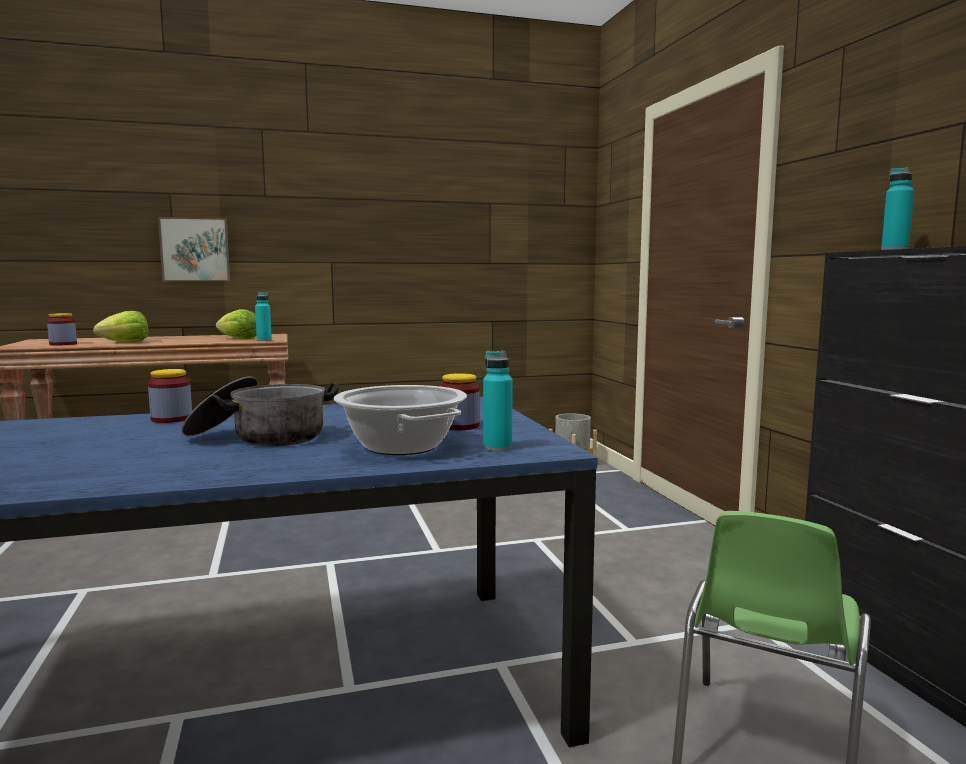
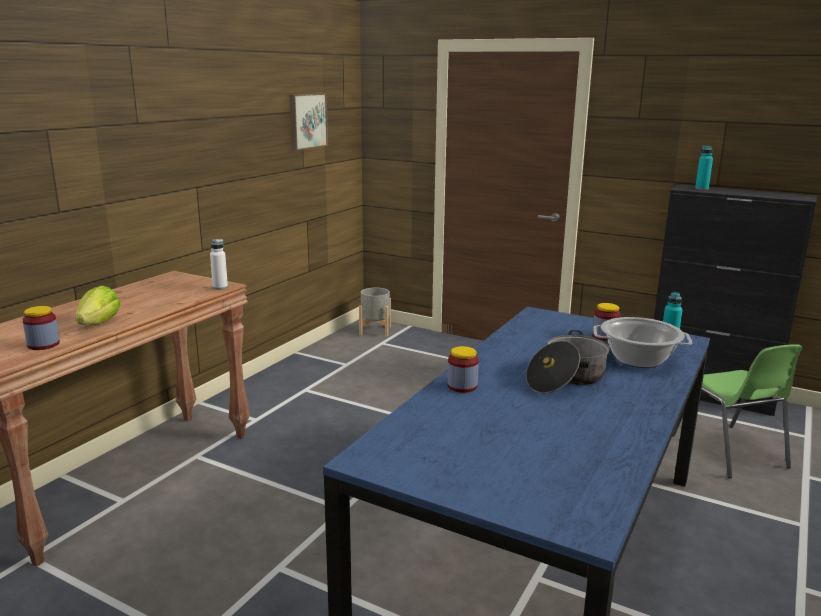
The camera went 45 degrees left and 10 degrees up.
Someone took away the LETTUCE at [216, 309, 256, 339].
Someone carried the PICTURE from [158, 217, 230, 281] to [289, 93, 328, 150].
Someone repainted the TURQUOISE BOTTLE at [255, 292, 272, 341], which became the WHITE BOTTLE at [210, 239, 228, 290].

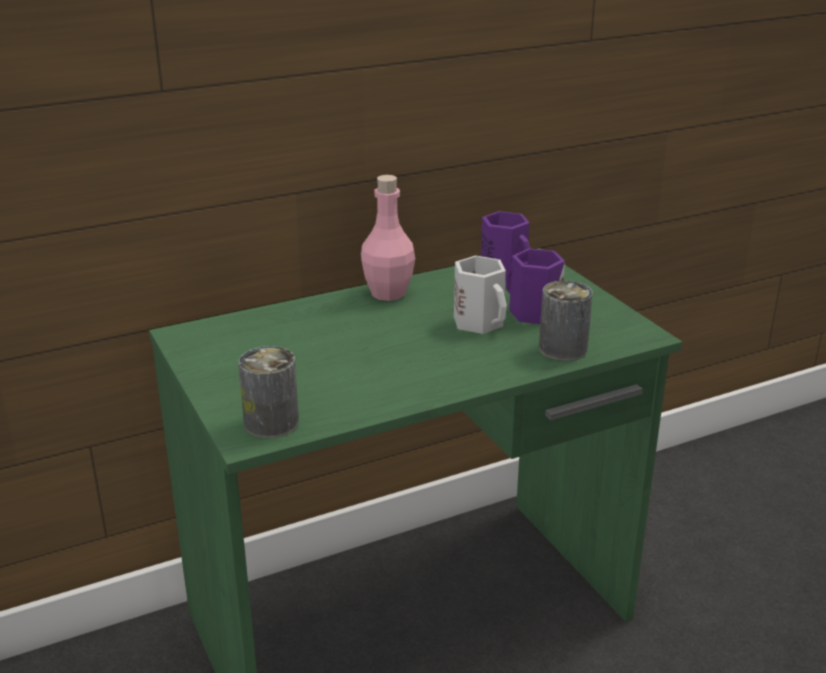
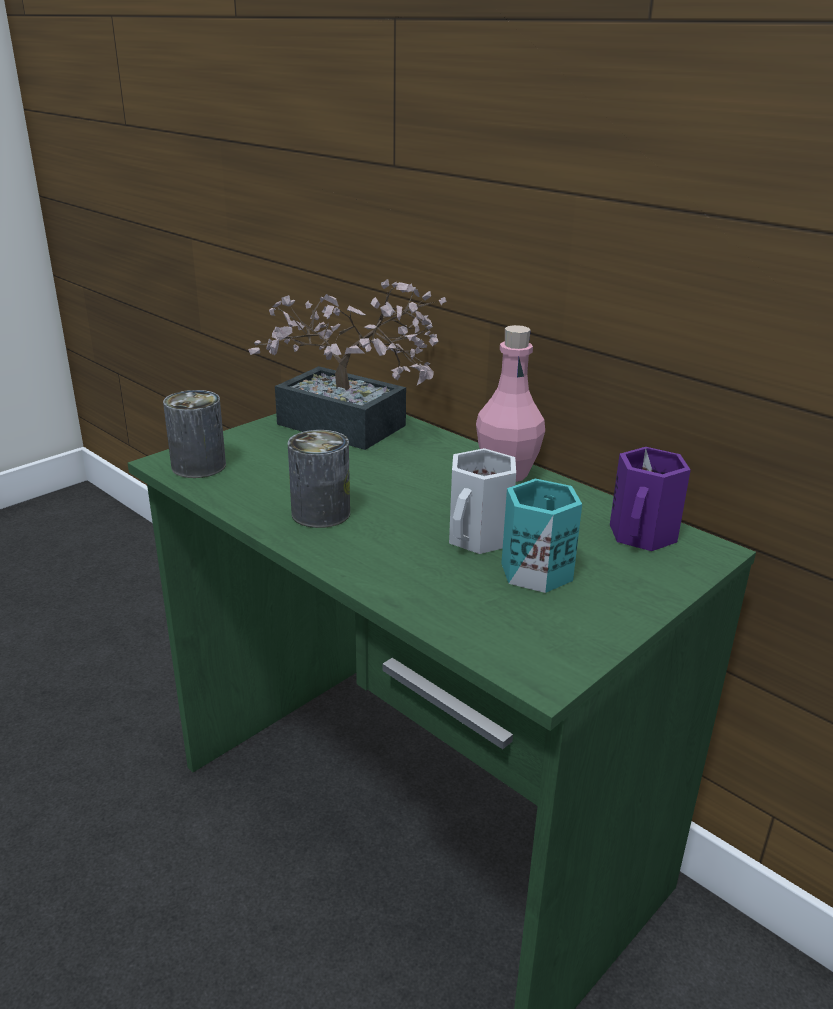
The camera went 70 degrees right and 0 degrees up.
Someone put down the POTTED PLANT at [248, 279, 447, 450].
Someone carried the CAN from [539, 281, 593, 361] to [288, 430, 350, 528].
Someone repainted the PURPLE MUG at [506, 248, 565, 324], which became the TURQUOISE MUG at [501, 479, 582, 593].

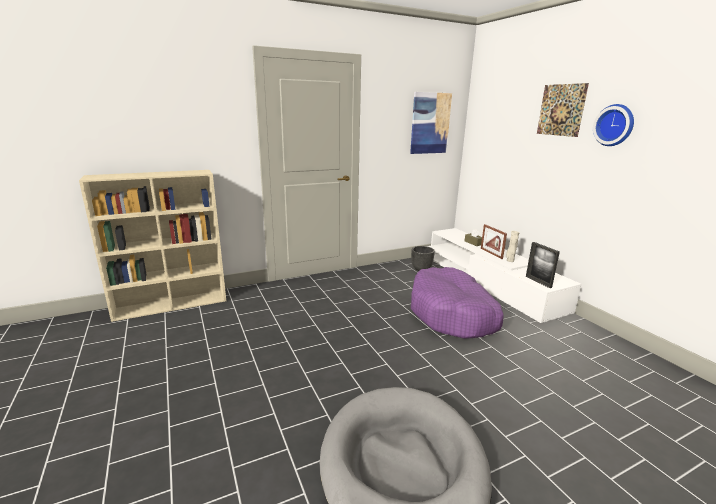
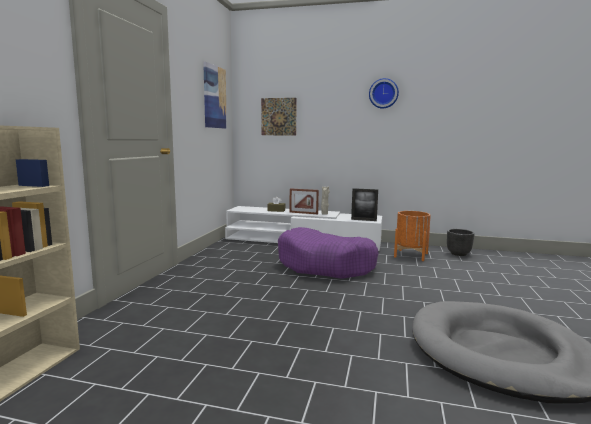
The camera went 50 degrees left and 10 degrees down.
Someone put down the ORANGE PLANTER at [394, 211, 431, 261].
Someone carried the BLACK PLANTER from [411, 246, 435, 271] to [447, 229, 474, 256].
Someone carried the PICTURE from [537, 83, 589, 137] to [261, 98, 297, 136].

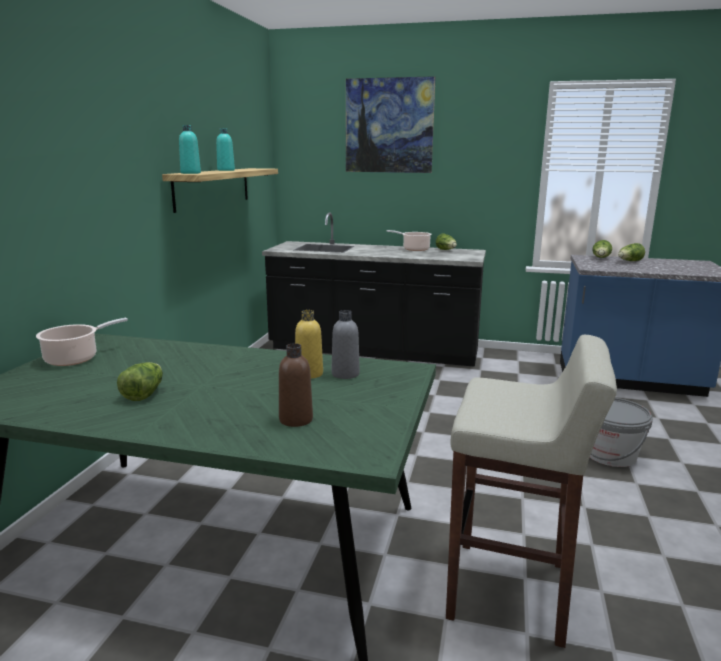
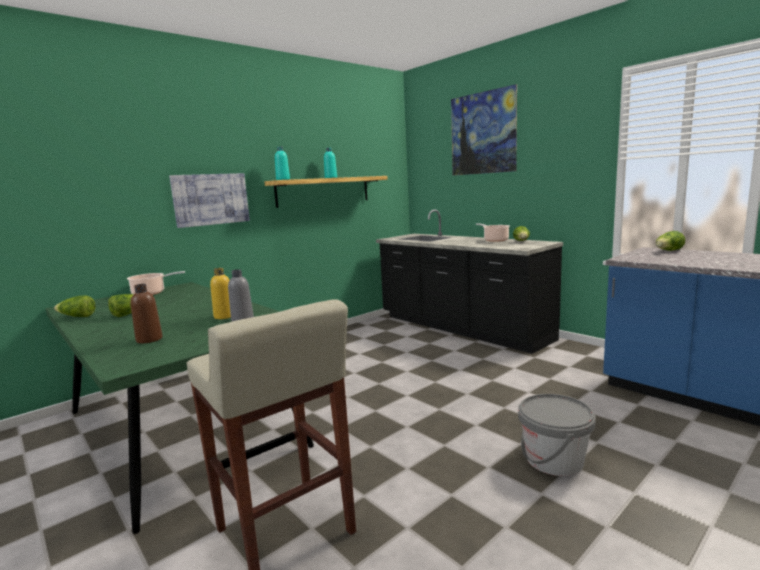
The camera went 35 degrees right and 5 degrees down.
Someone put up the PICTURE at [169, 173, 250, 228].
Someone carried the LETTUCE from [618, 243, 645, 261] to [54, 295, 96, 317].

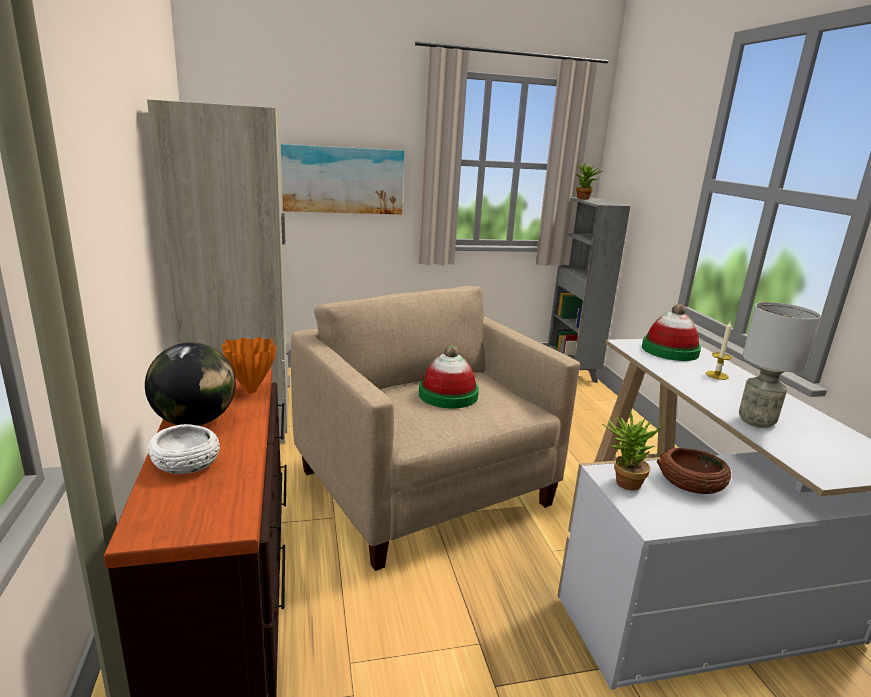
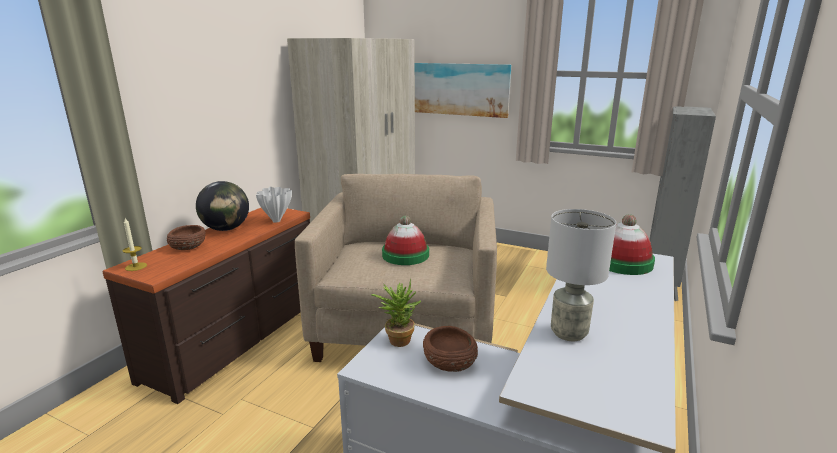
The camera went 40 degrees right and 0 degrees up.
Someone took away the POTTED PLANT at [575, 163, 603, 199].
Someone carried the CANDLE from [705, 320, 732, 380] to [123, 218, 147, 271].
Someone repainted the WHITE BOWL at [148, 424, 220, 474], which became the BROWN BOWL at [167, 225, 205, 250].
Someone repainted the ORANGE VASE at [221, 337, 277, 394], which became the WHITE VASE at [256, 187, 292, 223].

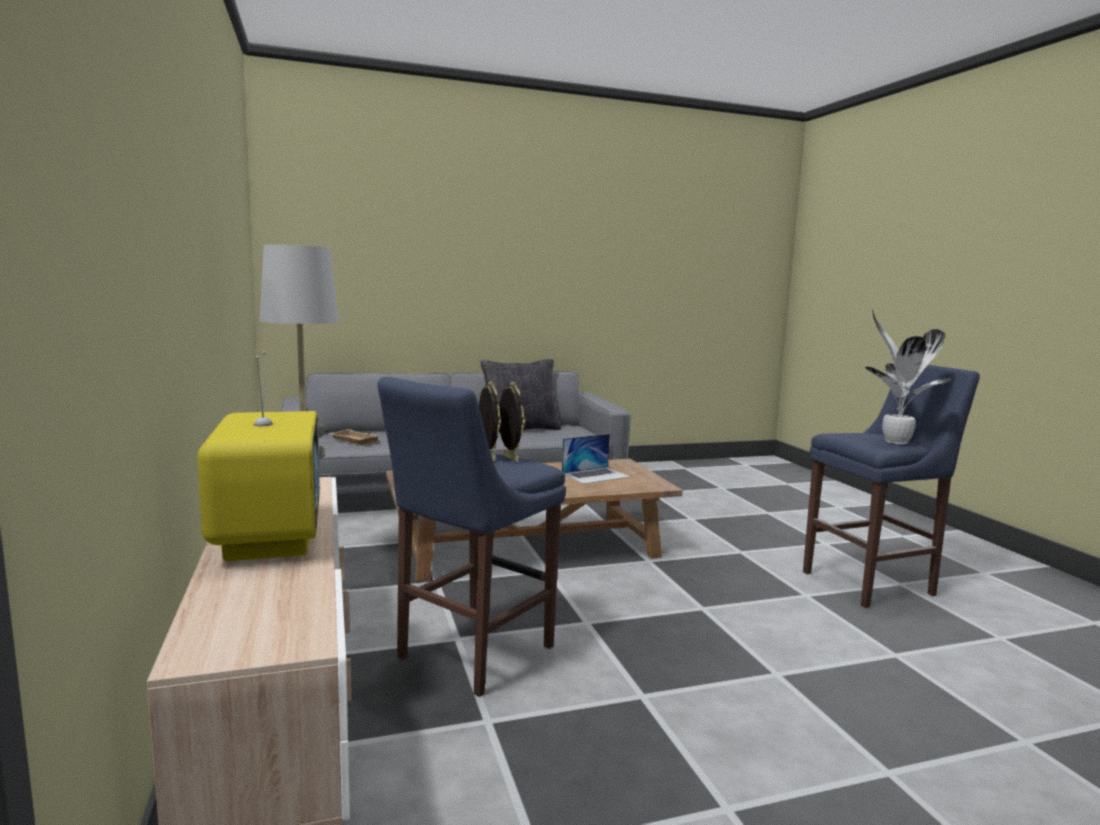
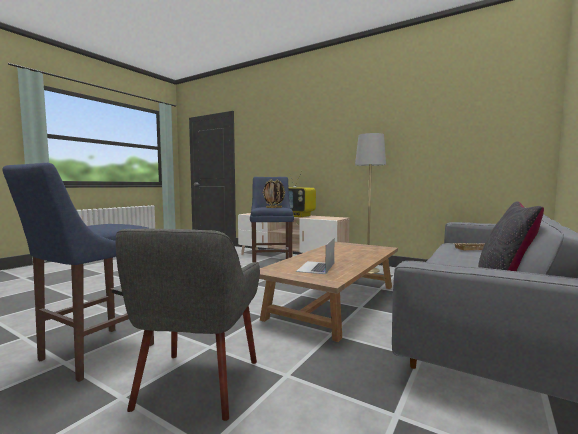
The camera went 140 degrees right and 5 degrees down.
Someone took away the POTTED PLANT at [865, 310, 951, 444].
Someone put down the GREY ARMCHAIR at [116, 229, 260, 421].

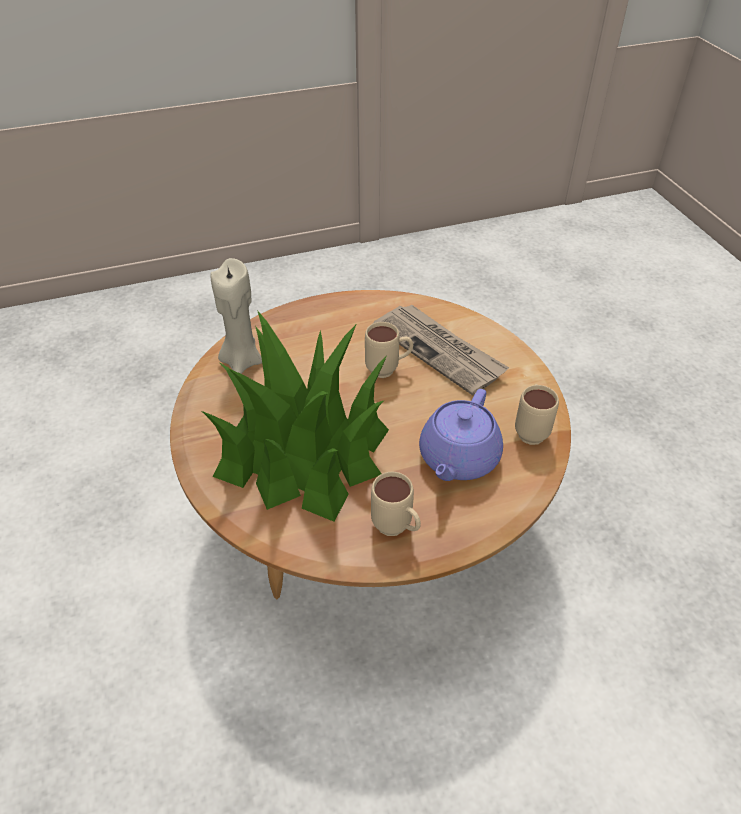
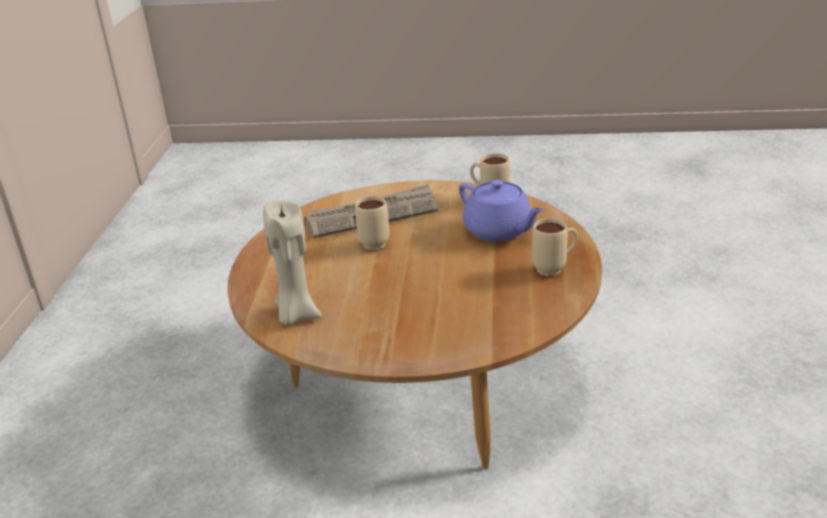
The camera went 65 degrees left and 15 degrees down.
Someone took away the POTTED PLANT at [202, 310, 389, 522].

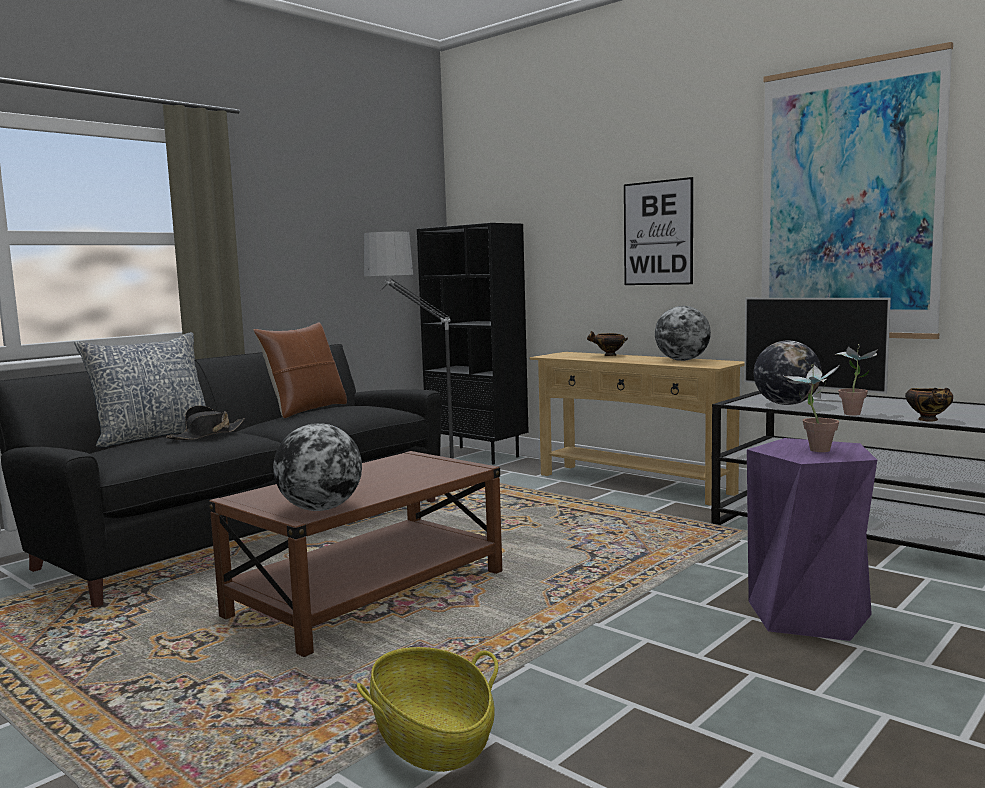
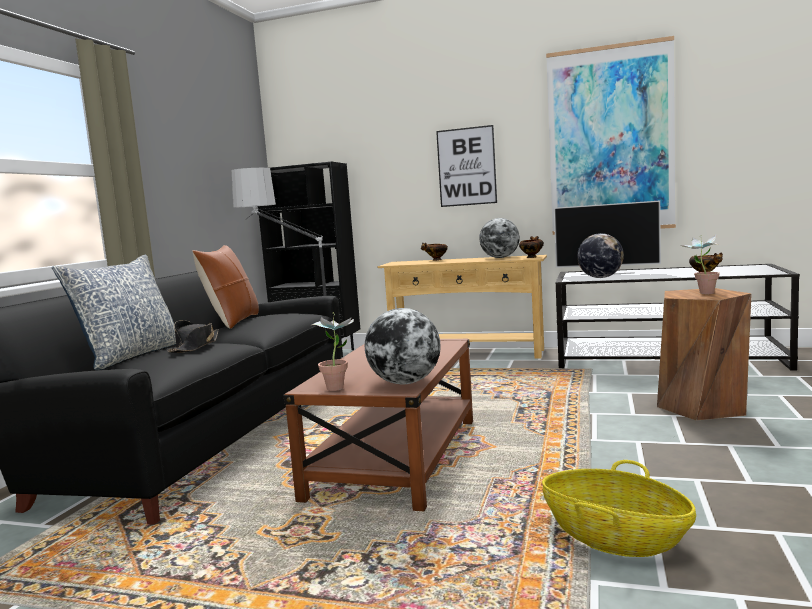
The camera went 25 degrees left and 0 degrees up.
Someone put down the BOWL at [519, 236, 544, 258].
Someone carried the POTTED PLANT from [835, 344, 878, 416] to [312, 312, 354, 391].
Someone repainted the PURPLE STOOL at [747, 438, 877, 641], which became the BROWN STOOL at [657, 288, 752, 421].

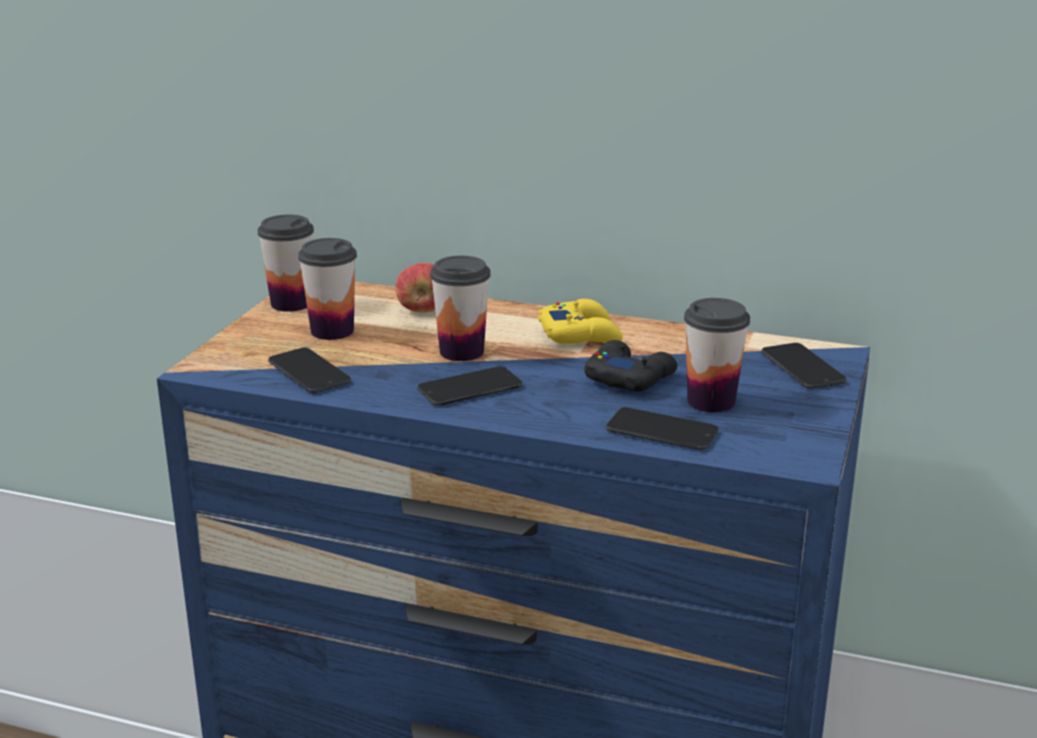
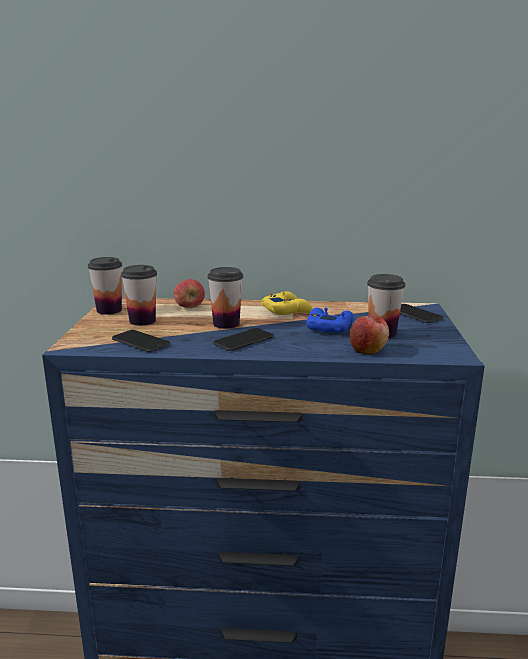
The camera went 15 degrees left and 5 degrees down.
Someone swapped the PHONE at [606, 407, 719, 450] for the APPLE at [350, 316, 389, 354].
Someone repainted the BLACK GAME CONTROLLER at [584, 340, 677, 392], which became the BLUE GAME CONTROLLER at [306, 308, 354, 333].

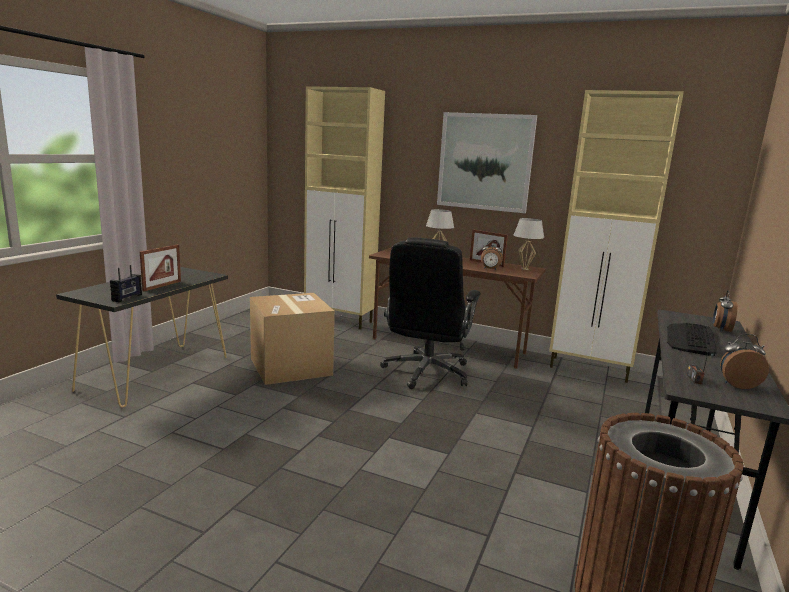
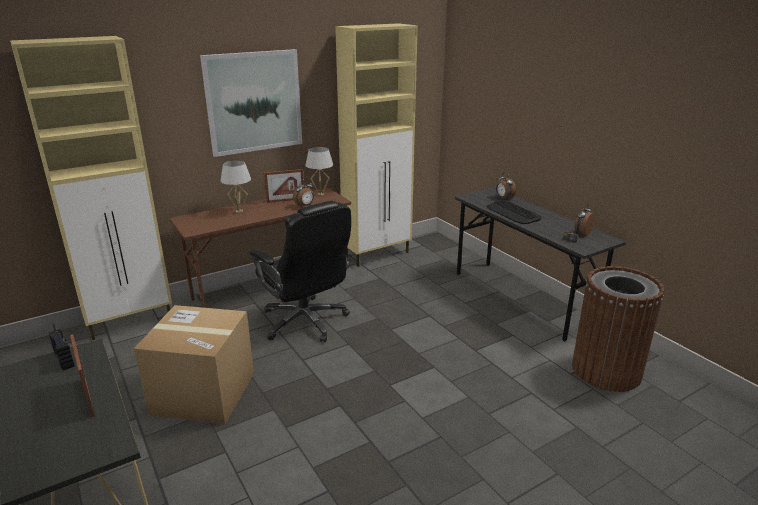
The camera went 55 degrees left and 10 degrees up.
Someone carried the RADIO from [110, 265, 142, 302] to [49, 323, 75, 370].

